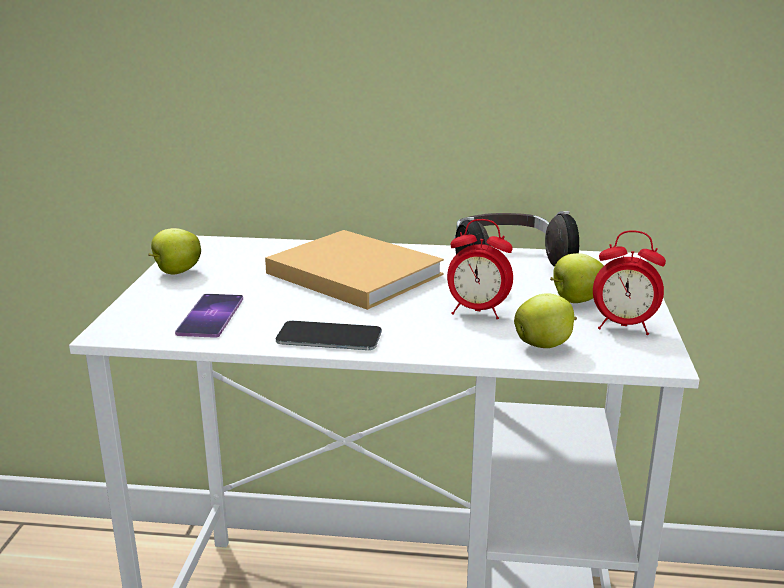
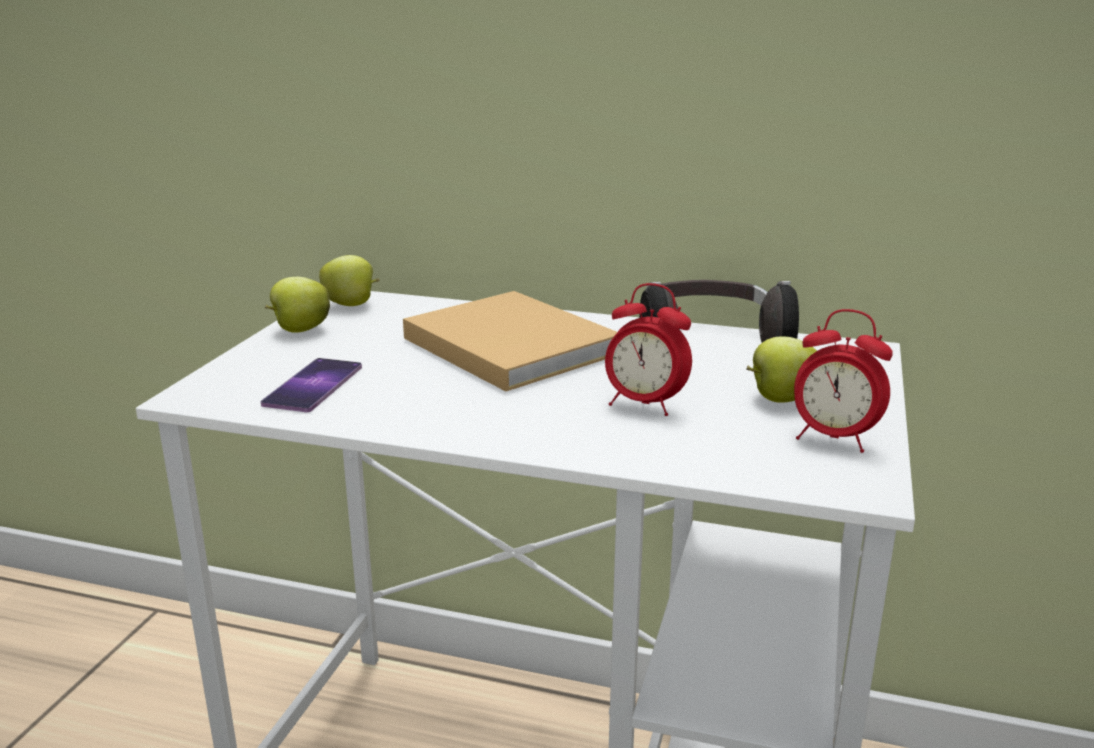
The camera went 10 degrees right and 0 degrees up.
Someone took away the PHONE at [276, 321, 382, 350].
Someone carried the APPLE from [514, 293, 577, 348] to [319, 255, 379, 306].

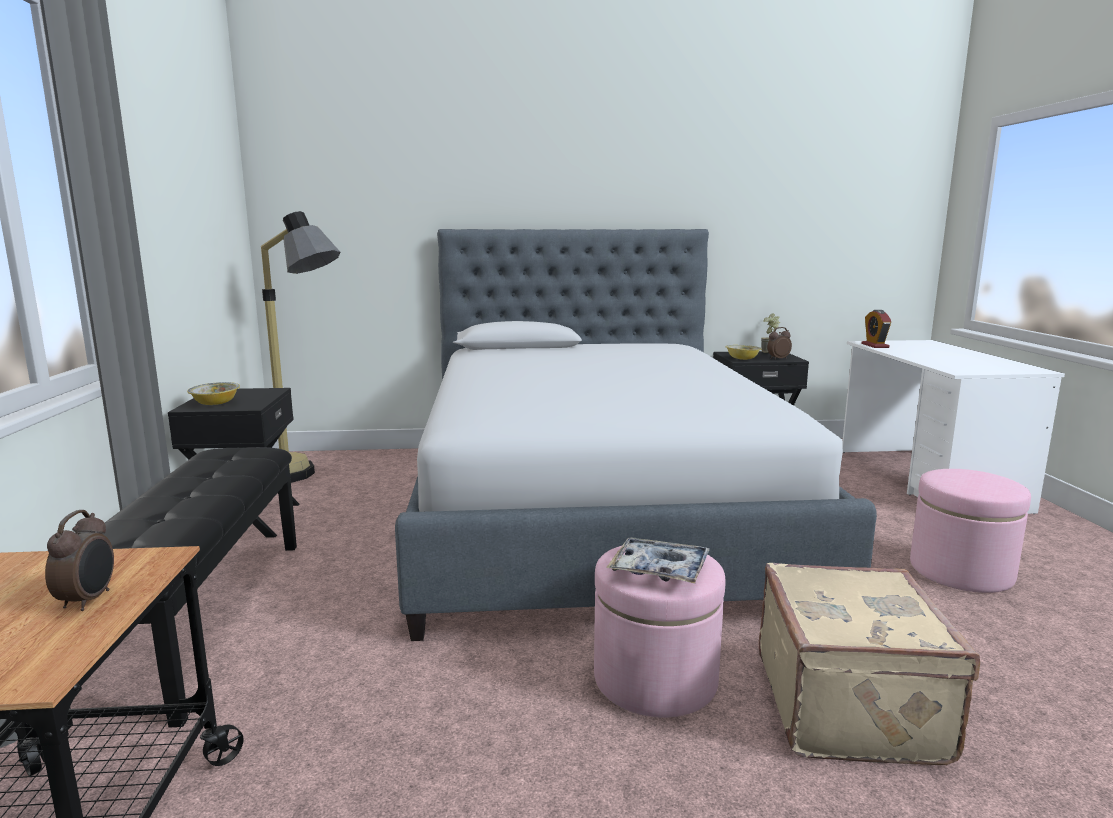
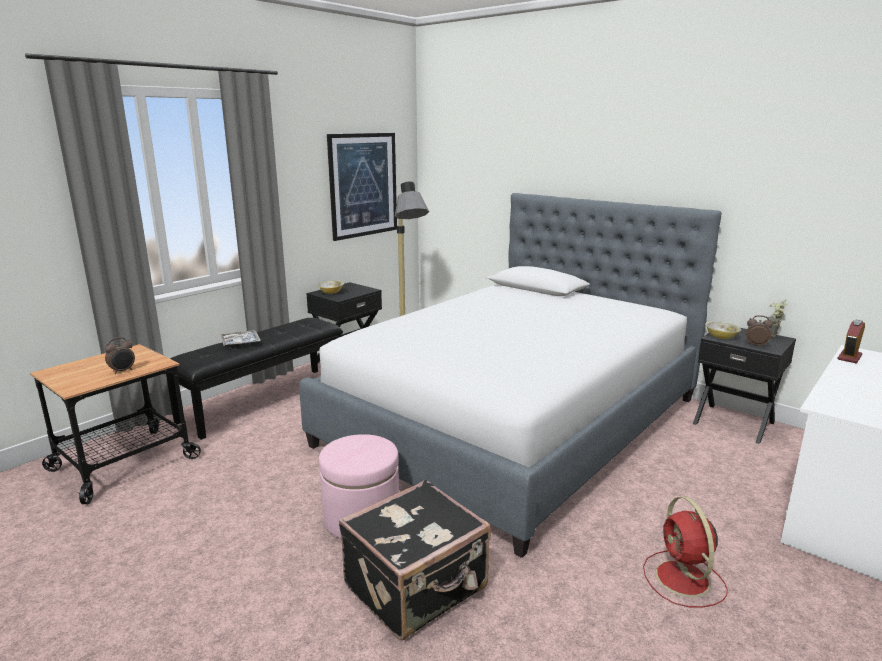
The camera went 45 degrees right and 5 degrees up.
Someone put up the PICTURE at [327, 133, 397, 241].
Someone carried the TRAY from [606, 537, 710, 584] to [220, 330, 261, 346].
Someone swapped the PINK OTTOMAN at [910, 469, 1031, 593] for the RED FAN at [643, 497, 728, 608].
Someone repainted the BEIGE SUITCASE at [759, 563, 980, 765], which became the BLACK SUITCASE at [339, 480, 491, 640].

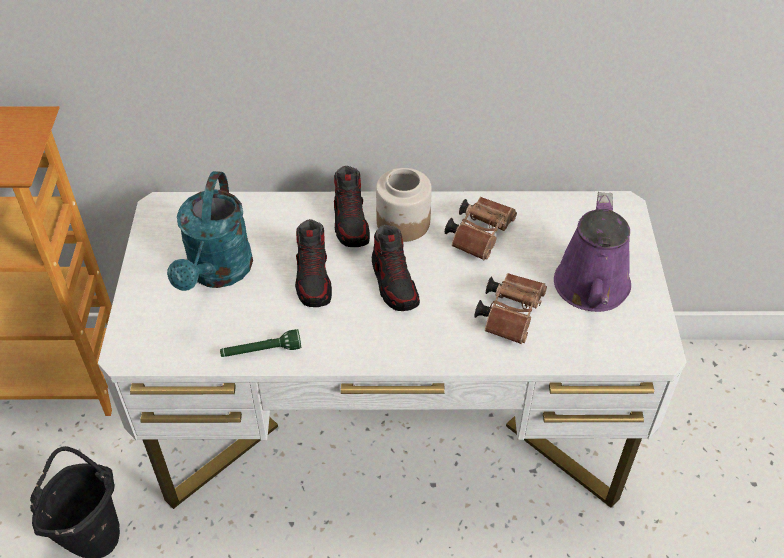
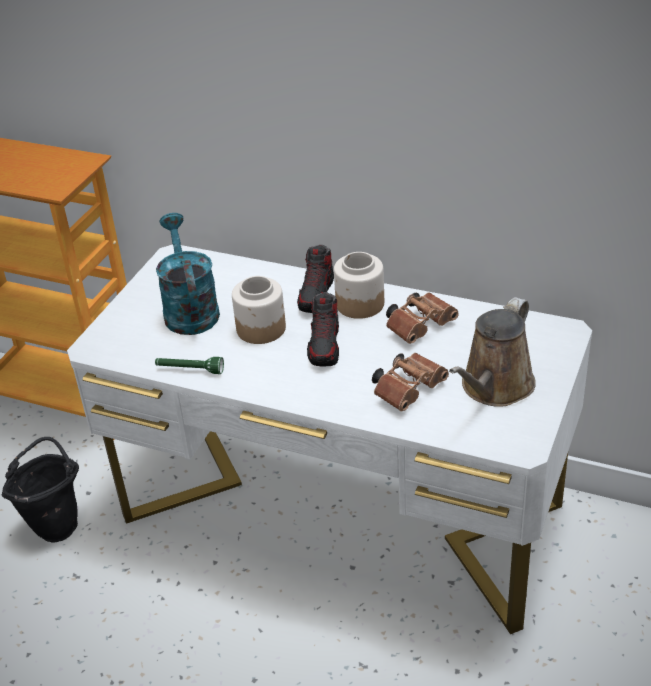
The camera went 25 degrees right and 10 degrees down.
Someone swapped the SHOE at [295, 219, 332, 307] for the JAR at [232, 276, 286, 344].
Someone repainted the PURPLE WATERING CAN at [554, 192, 631, 312], which became the BROWN WATERING CAN at [449, 297, 536, 407].
Someone rotated the TURQUOISE WATERING CAN at [167, 171, 253, 291] by 135 degrees clockwise.

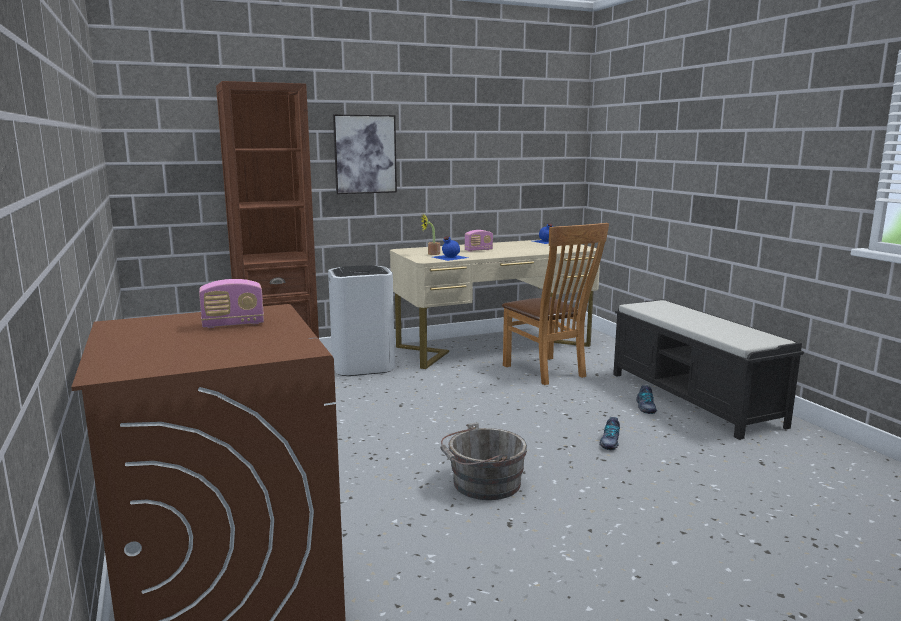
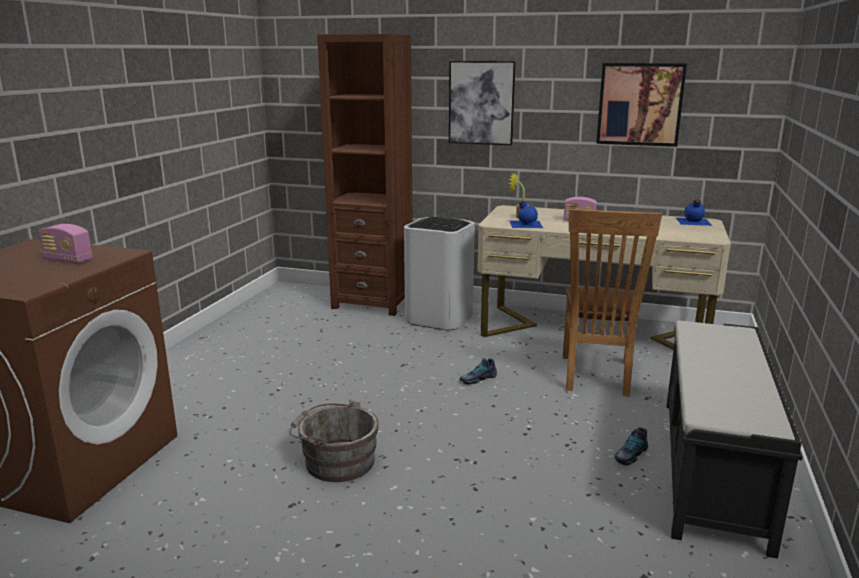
The camera went 40 degrees right and 5 degrees up.
Someone put up the PICTURE at [596, 63, 687, 147].
Someone carried the SHOE from [599, 417, 620, 450] to [460, 358, 497, 385].

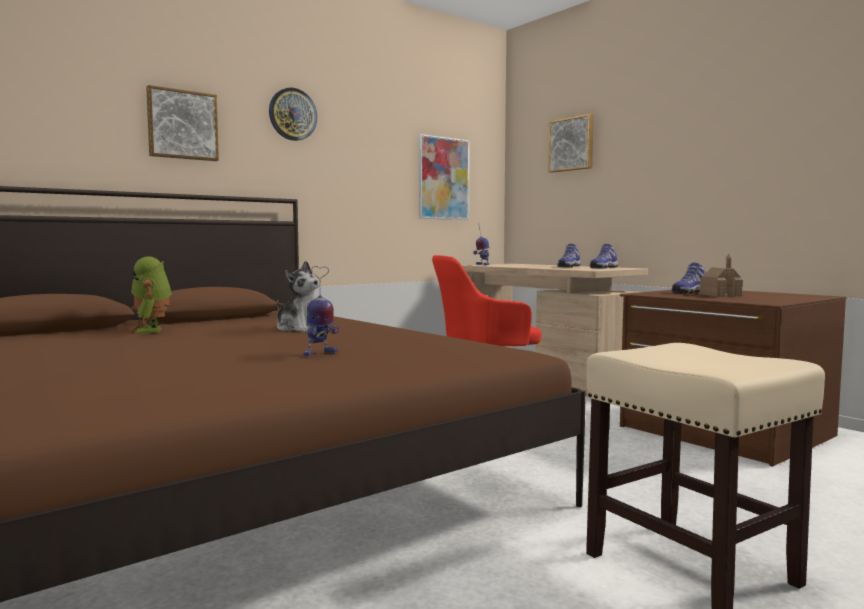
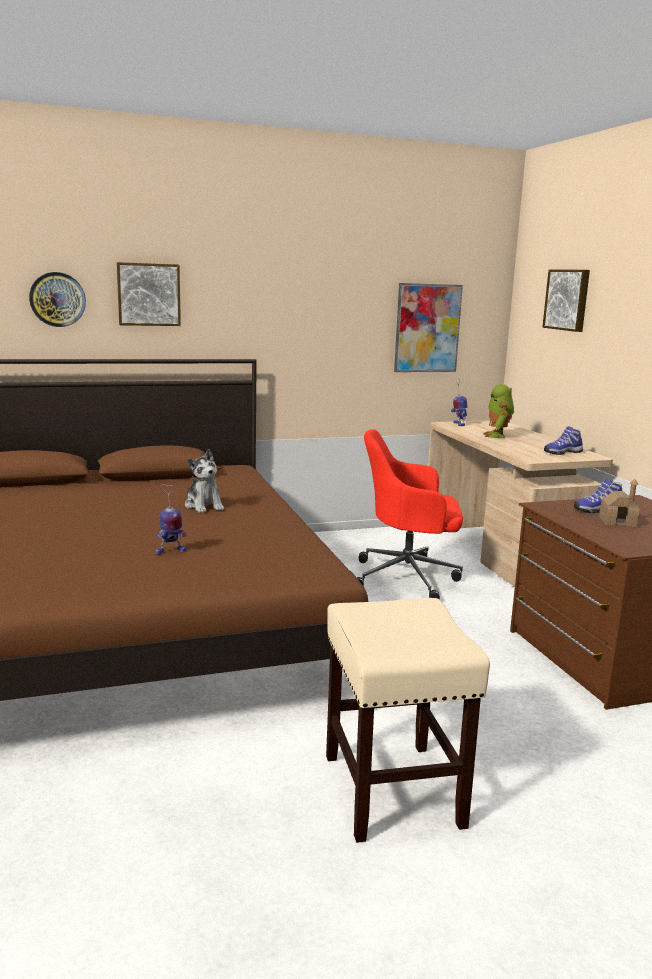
The camera went 20 degrees right and 10 degrees up.
Someone took away the SHOE at [557, 244, 580, 267].
Someone carried the TOY ROBOT from [129, 256, 172, 334] to [483, 384, 514, 438].
Someone carried the WALL CLOCK from [269, 88, 317, 141] to [29, 272, 86, 327].

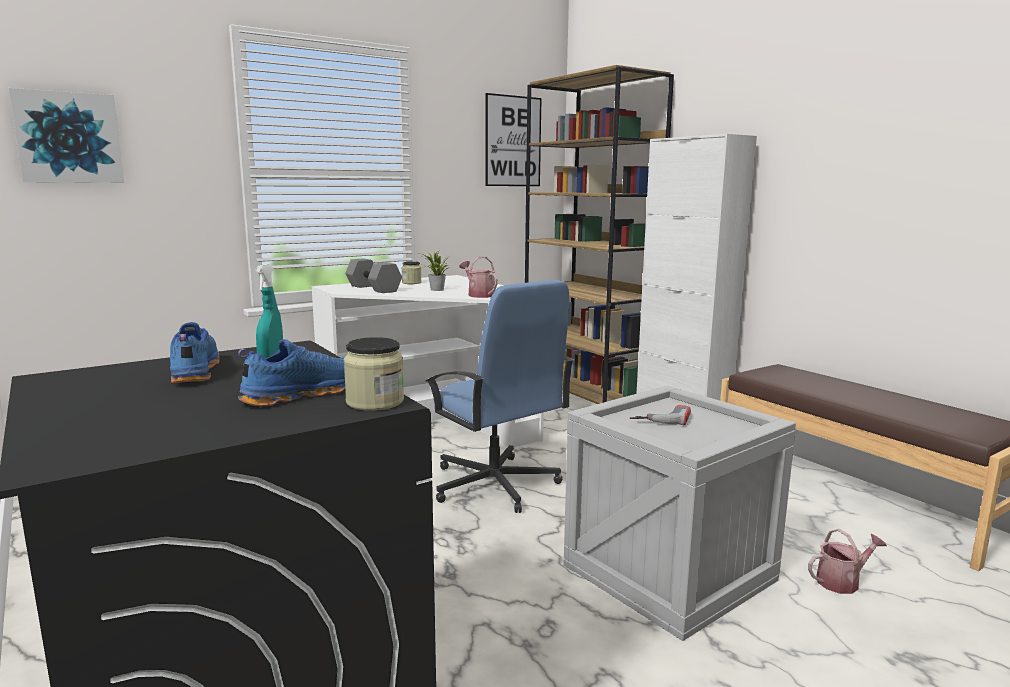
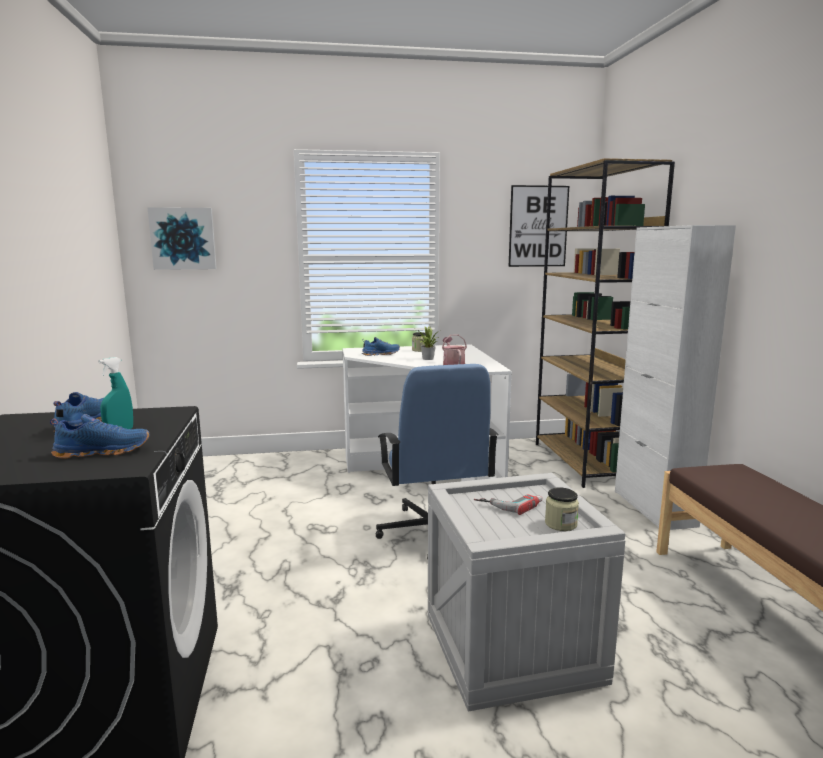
The camera went 25 degrees right and 0 degrees up.
Someone took away the WATERING CAN at [808, 529, 887, 594].
Someone carried the JAR from [344, 337, 404, 411] to [545, 487, 579, 531].
Someone swapped the GREY DUMBBELL at [345, 258, 402, 293] for the BLUE SHOE at [362, 337, 400, 356].

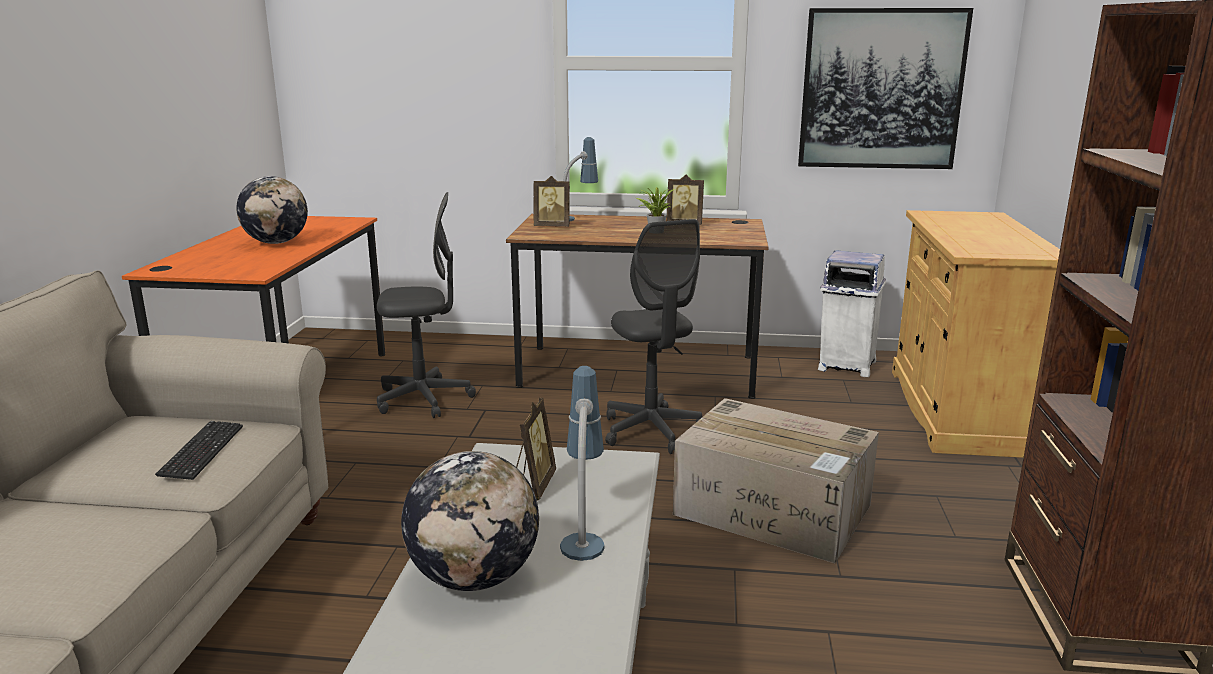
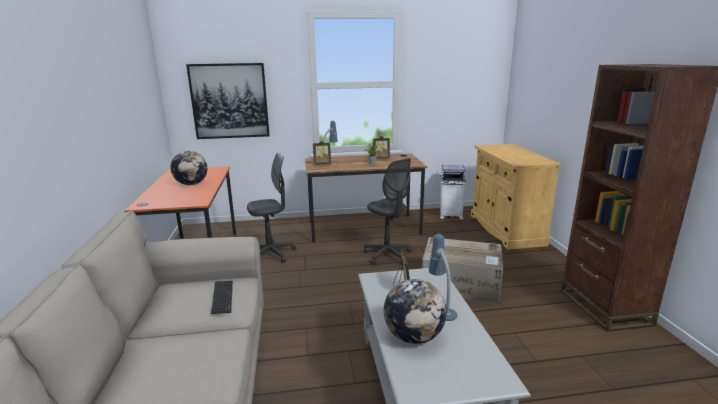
The camera went 15 degrees left and 0 degrees up.
Someone carried the PICTURE from [798, 8, 973, 169] to [186, 63, 270, 139].

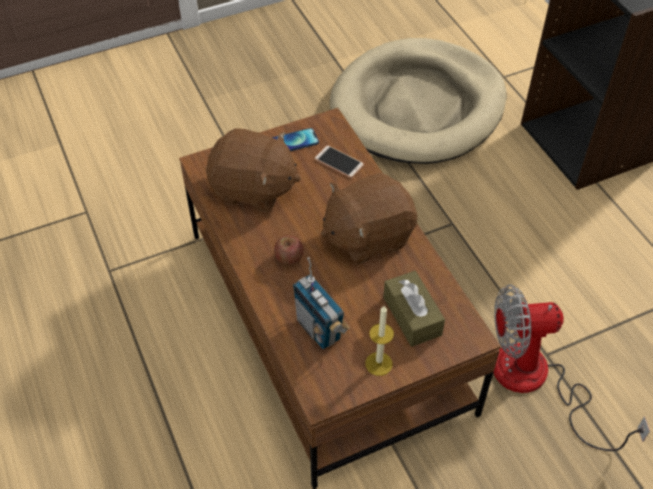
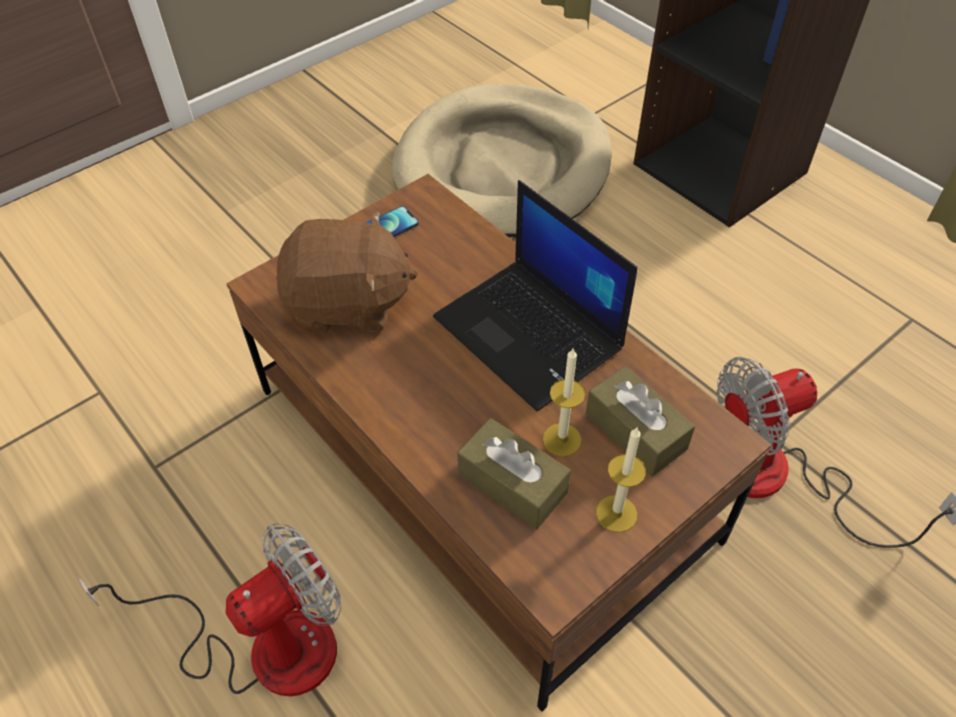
The camera went 15 degrees left and 0 degrees up.
Someone took away the APPLE at [274, 236, 304, 265].
Someone took away the PHONE at [314, 145, 364, 178].
Someone put down the FAN at [77, 524, 341, 696].
Someone put down the CANDLE at [543, 349, 586, 457].
Someone swapped the RADIO at [293, 257, 350, 349] for the BROWN TISSUE BOX at [457, 418, 571, 529].
Someone swapped the BROWN PLUSH TOY at [321, 173, 417, 264] for the LAPTOP at [433, 180, 638, 412].

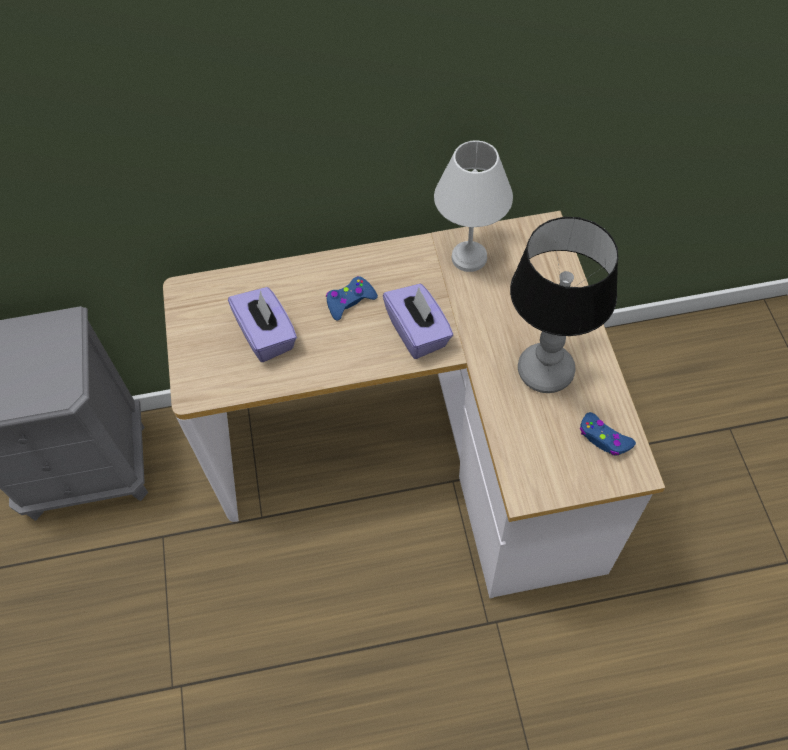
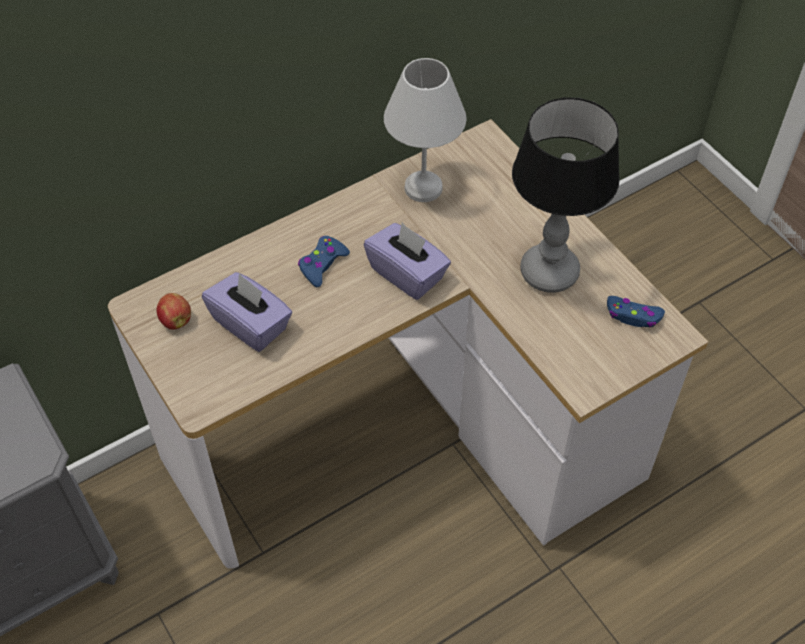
The camera went 25 degrees left and 5 degrees down.
Someone put down the APPLE at [157, 293, 191, 330].

